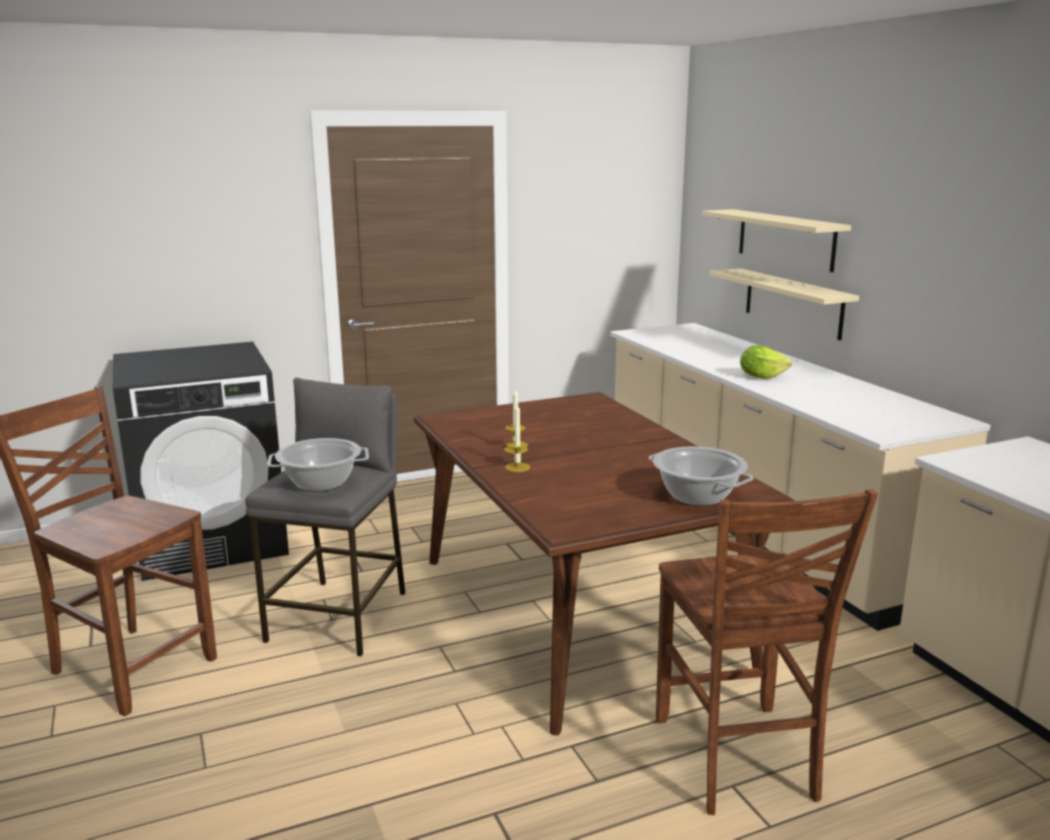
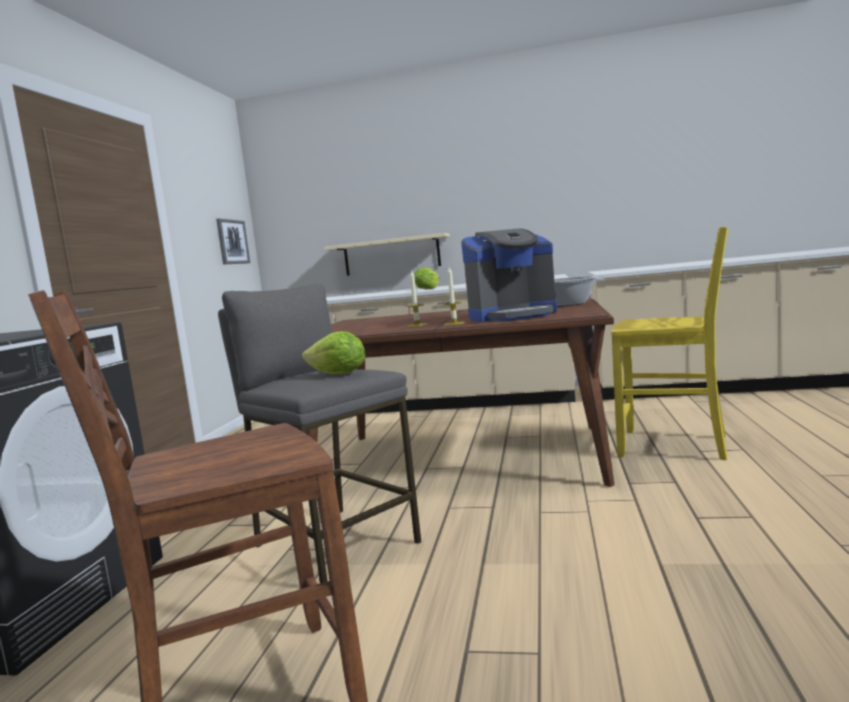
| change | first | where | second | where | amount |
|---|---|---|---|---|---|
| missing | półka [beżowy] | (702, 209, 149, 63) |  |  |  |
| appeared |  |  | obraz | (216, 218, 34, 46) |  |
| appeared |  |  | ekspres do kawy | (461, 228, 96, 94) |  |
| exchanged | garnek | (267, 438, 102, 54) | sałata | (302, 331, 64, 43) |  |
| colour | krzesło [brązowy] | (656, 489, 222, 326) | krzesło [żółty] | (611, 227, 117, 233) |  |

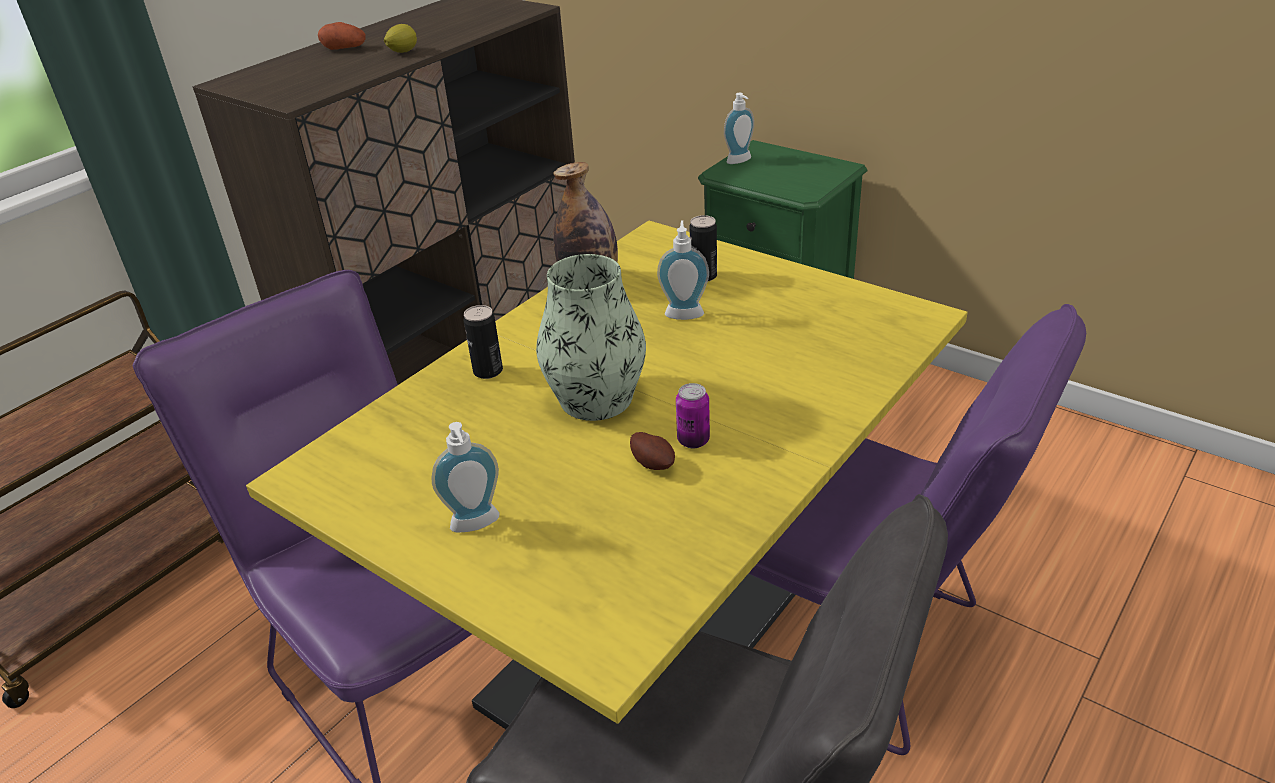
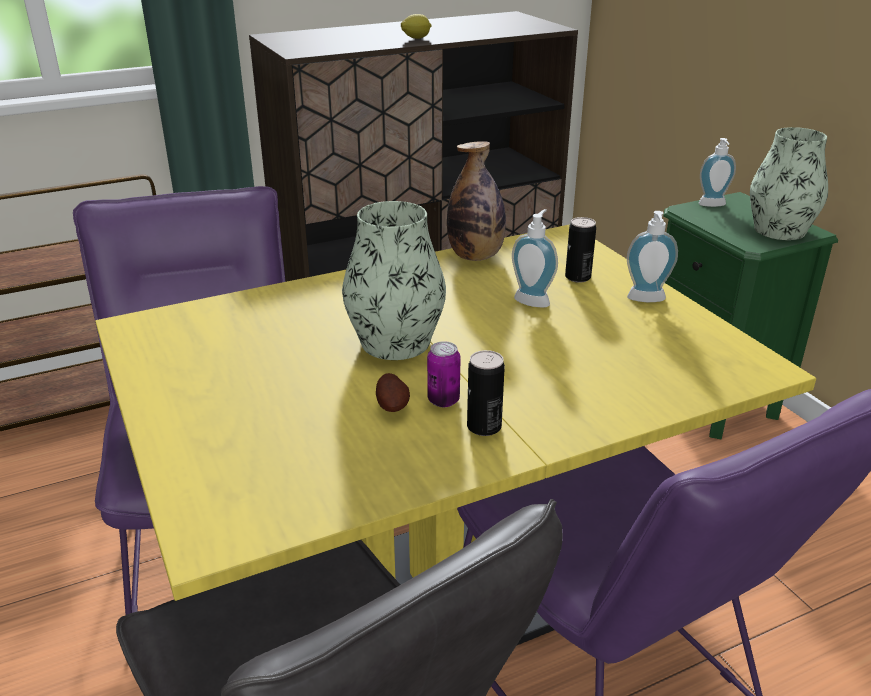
| change | first | where | second | where | amount |
|---|---|---|---|---|---|
| missing | ziemniak | (318, 22, 48, 28) |  |  |  |
| appeared |  |  | wazon | (750, 127, 78, 113) |  |
| relocated | dozownik mydła | (431, 422, 68, 111) |  | (627, 211, 51, 91) |  |
| relocated | puszka | (464, 305, 39, 74) |  | (467, 350, 38, 86) |  |

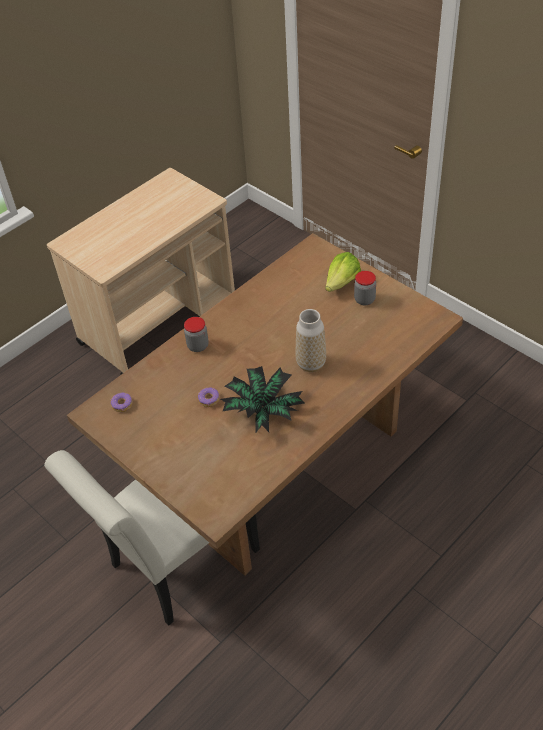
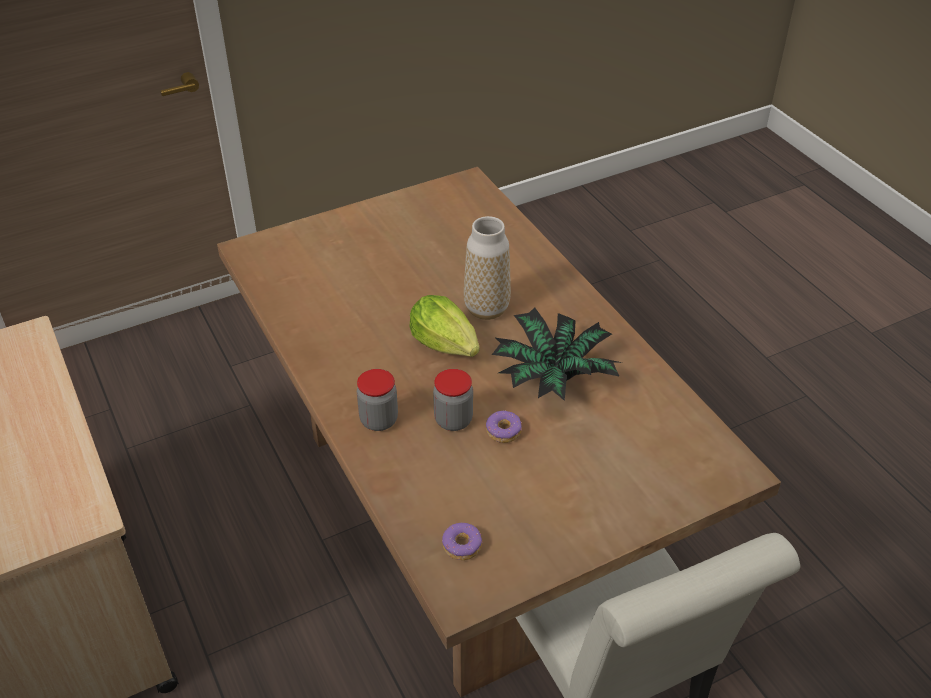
| change | first | where | second | where | amount |
|---|---|---|---|---|---|
| relocated | sałata | (325, 252, 36, 40) |  | (409, 295, 71, 62) |  |
| relocated | słoik | (354, 271, 22, 34) |  | (433, 369, 40, 62) |  |

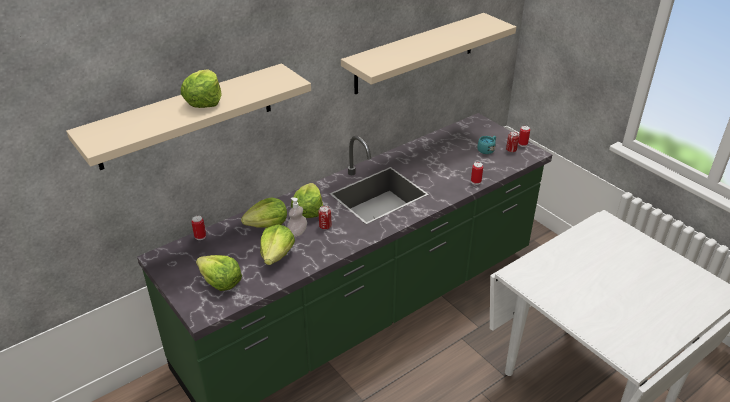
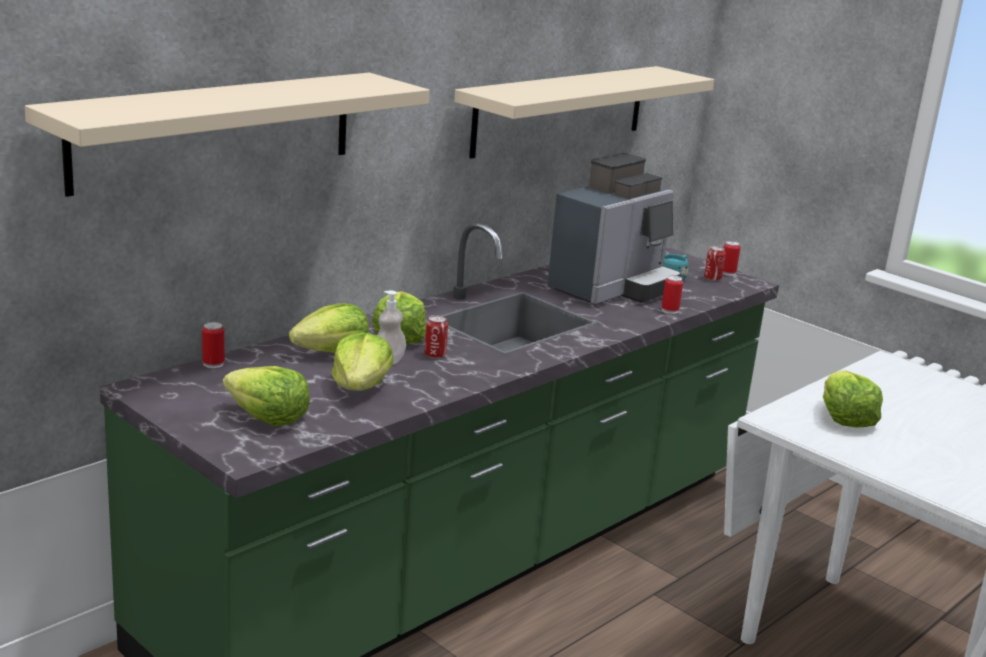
| change | first | where | second | where | amount |
|---|---|---|---|---|---|
| appeared |  |  | ekspres do kawy | (547, 153, 134, 152) |  |
| relocated | sałata | (181, 70, 41, 38) |  | (823, 370, 60, 57) |  |

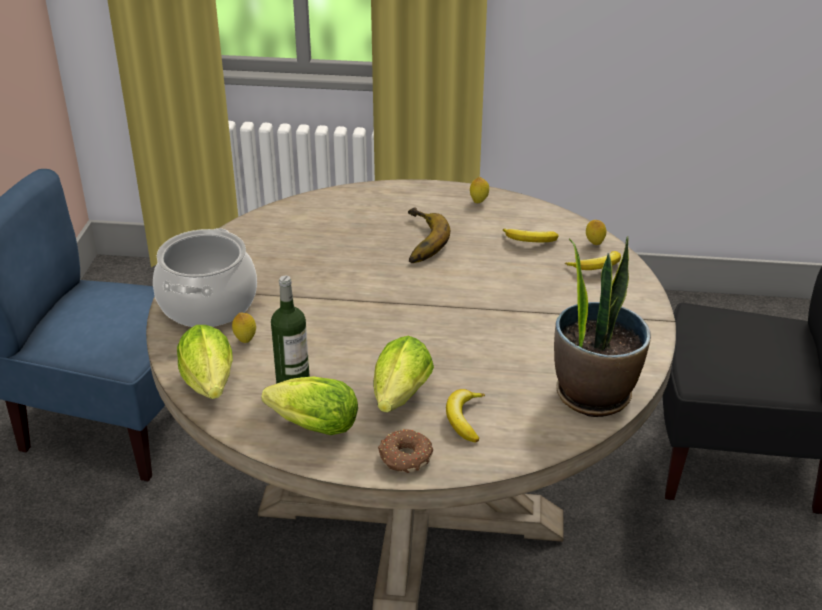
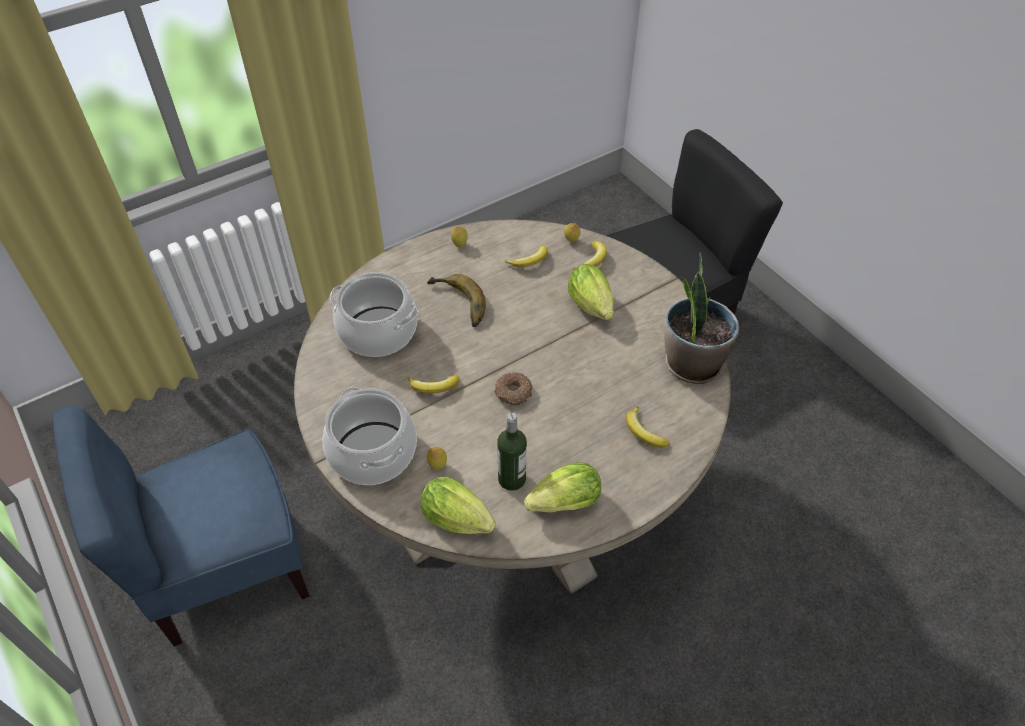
| change | first | where | second | where | amount |
|---|---|---|---|---|---|
| appeared |  |  | garnek | (330, 272, 88, 85) |  |
| appeared |  |  | banan | (407, 375, 53, 18) |  |
| relocated | sałata | (374, 336, 60, 77) |  | (568, 264, 45, 56) |  |
| relocated | donut | (378, 429, 55, 44) |  | (494, 372, 39, 33) |  |

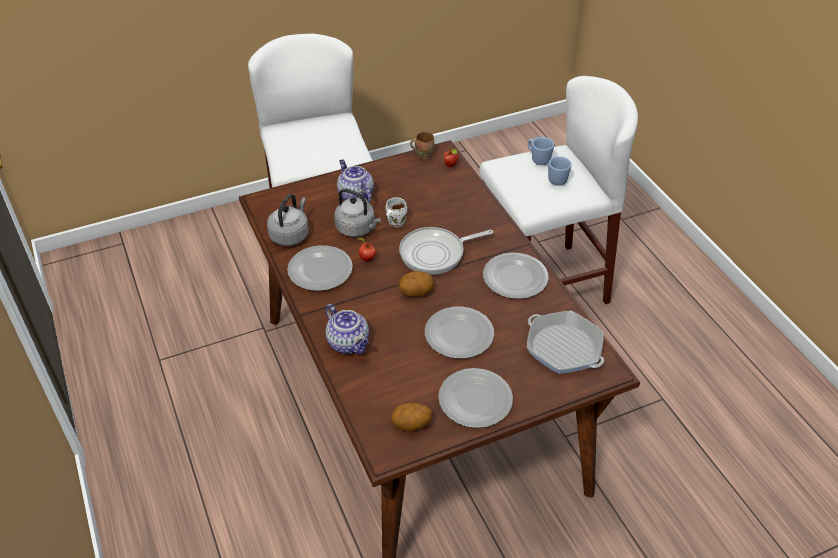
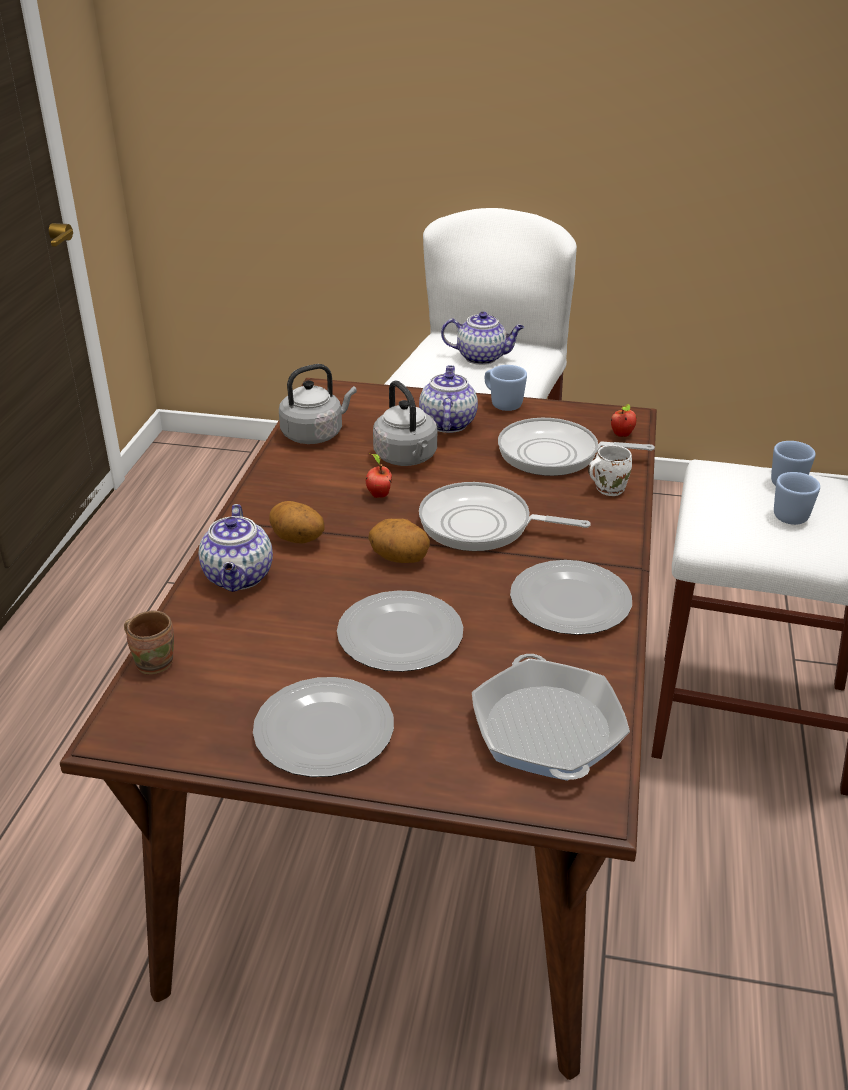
| change | first | where | second | where | amount |
|---|---|---|---|---|---|
| missing | talerz | (287, 245, 66, 46) |  |  |  |
| appeared |  |  | imbryk | (441, 312, 83, 53) |  |
| appeared |  |  | kubek [niebieski] | (485, 365, 42, 46) |  |
| appeared |  |  | patelnia | (498, 418, 157, 58) |  |
| relocated | kubek [biały] | (385, 197, 22, 30) |  | (588, 445, 44, 51) |  |
| relocated | ziemniak | (391, 403, 41, 28) |  | (269, 501, 55, 43) |  |
| relocated | kubek [brązowy] | (410, 131, 24, 29) |  | (124, 610, 50, 64) |  |

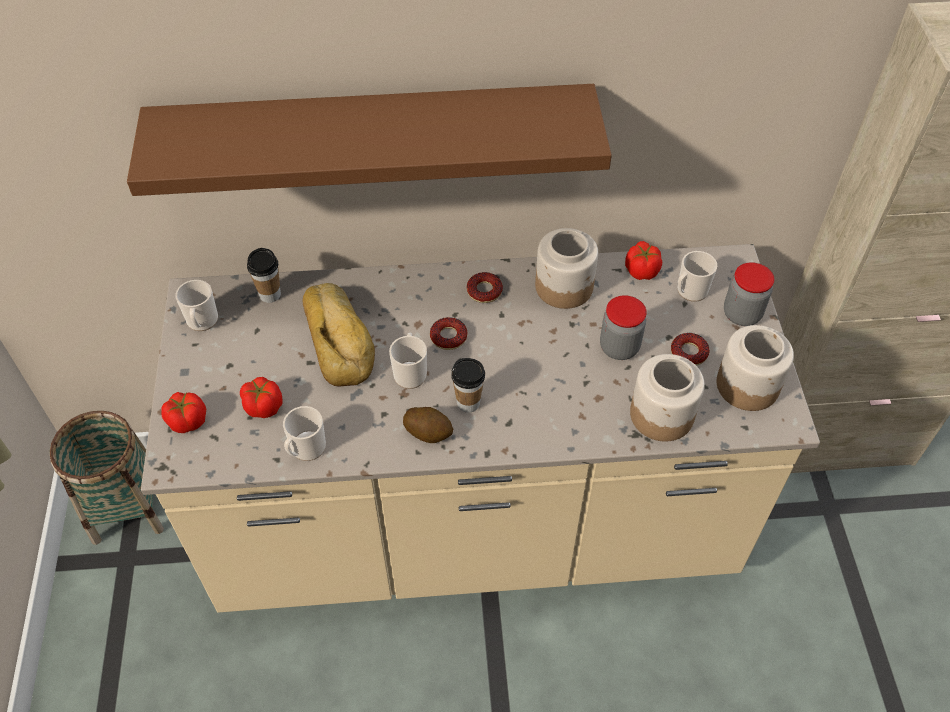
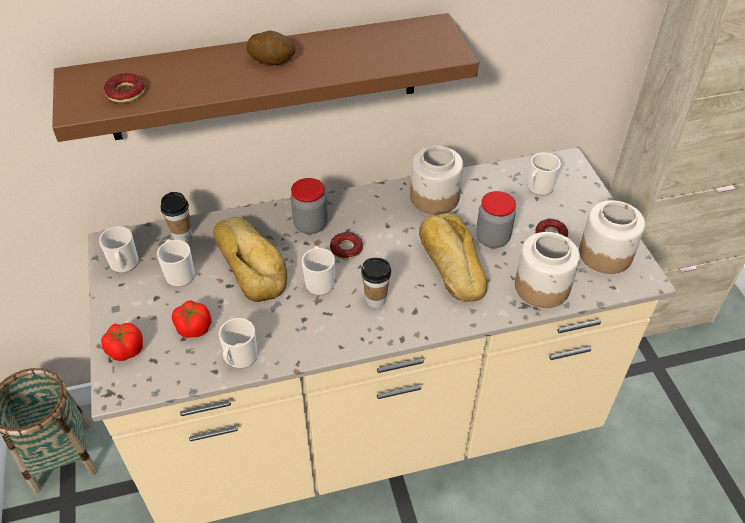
| change | first | where | second | where | amount |
|---|---|---|---|---|---|
| missing | pomidor | (625, 241, 37, 39) |  |  |  |
| appeared |  |  | kubek | (157, 239, 38, 48) |  |
| appeared |  |  | chleb | (419, 213, 68, 89) |  |
| relocated | ziemniak | (403, 407, 50, 36) |  | (247, 31, 48, 34) |  |
| relocated | donut | (467, 272, 36, 31) |  | (104, 73, 41, 30) |  |
| relocated | słoik | (724, 262, 50, 64) |  | (291, 178, 37, 56) |  |

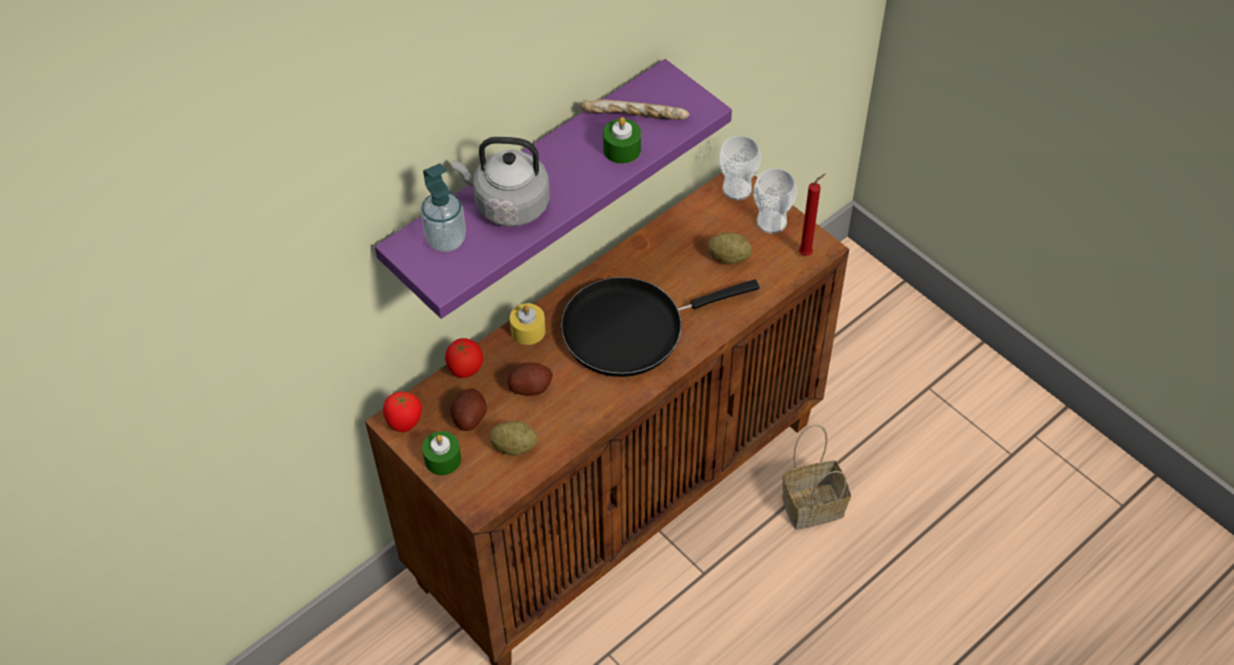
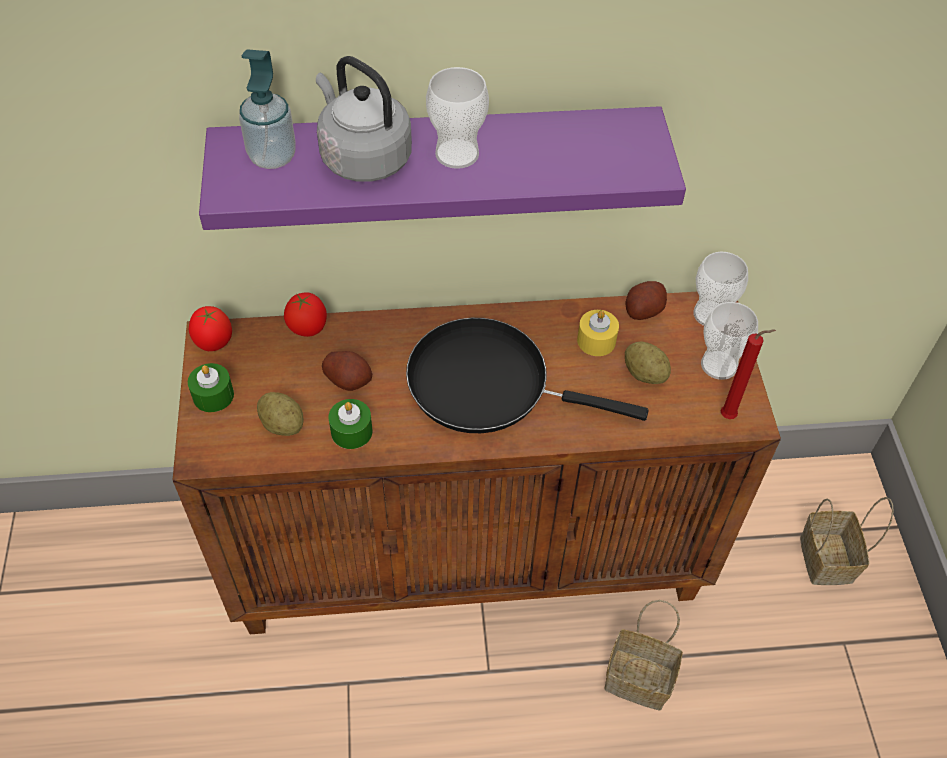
| change | first | where | second | where | amount |
|---|---|---|---|---|---|
| missing | chleb | (582, 99, 108, 21) |  |  |  |
| appeared |  |  | filiżanka | (426, 67, 63, 102) |  |
| appeared |  |  | koszyk | (800, 497, 94, 88) |  |
| relocated | ziemniak | (450, 388, 37, 43) |  | (626, 281, 41, 39) |  |
| relocated | świeca [żółty] | (510, 303, 36, 42) |  | (577, 310, 42, 46) |  |
| relocated | świeca [zielony] | (603, 117, 38, 47) |  | (328, 399, 45, 50) |  |

